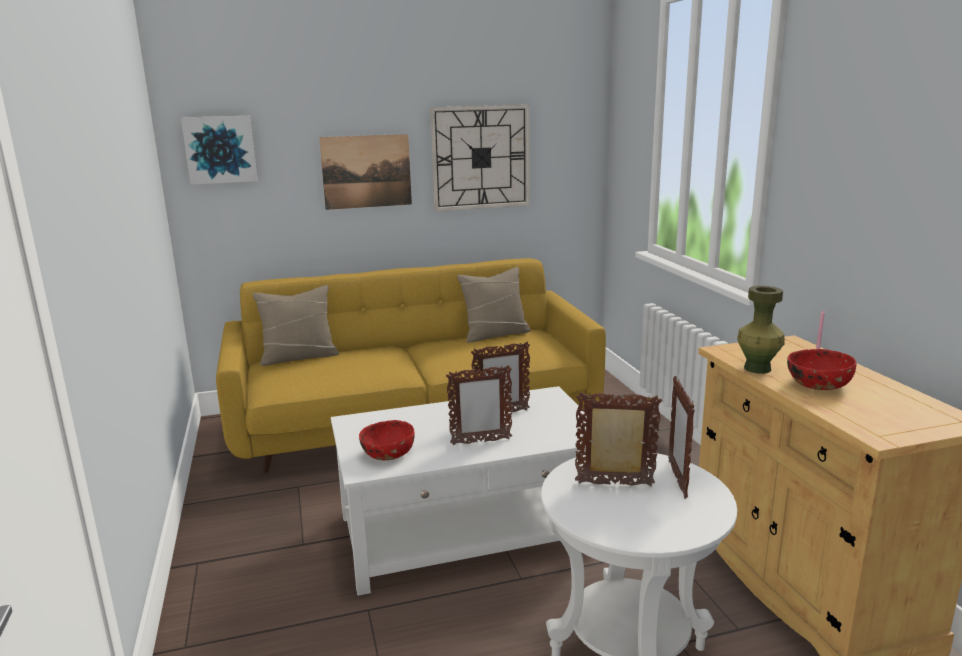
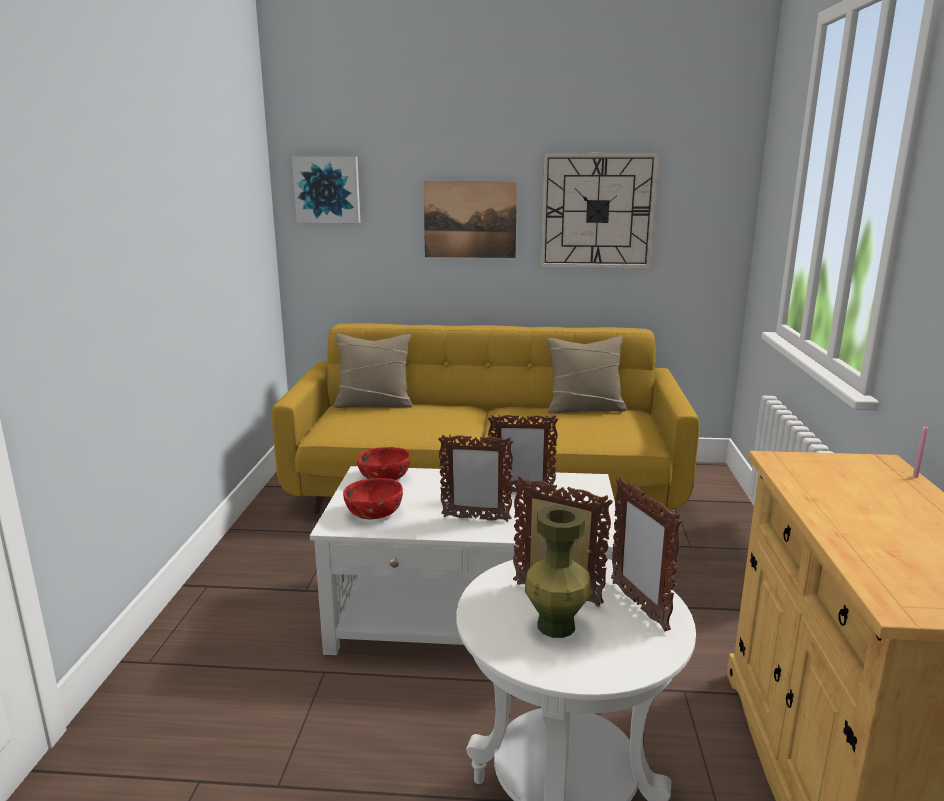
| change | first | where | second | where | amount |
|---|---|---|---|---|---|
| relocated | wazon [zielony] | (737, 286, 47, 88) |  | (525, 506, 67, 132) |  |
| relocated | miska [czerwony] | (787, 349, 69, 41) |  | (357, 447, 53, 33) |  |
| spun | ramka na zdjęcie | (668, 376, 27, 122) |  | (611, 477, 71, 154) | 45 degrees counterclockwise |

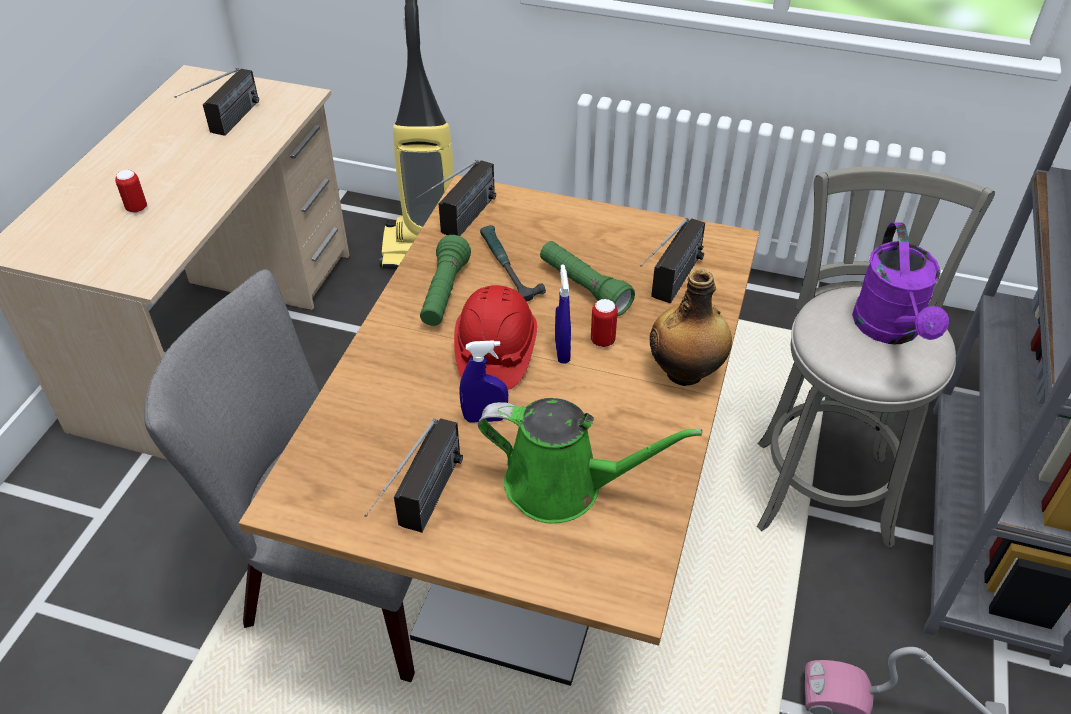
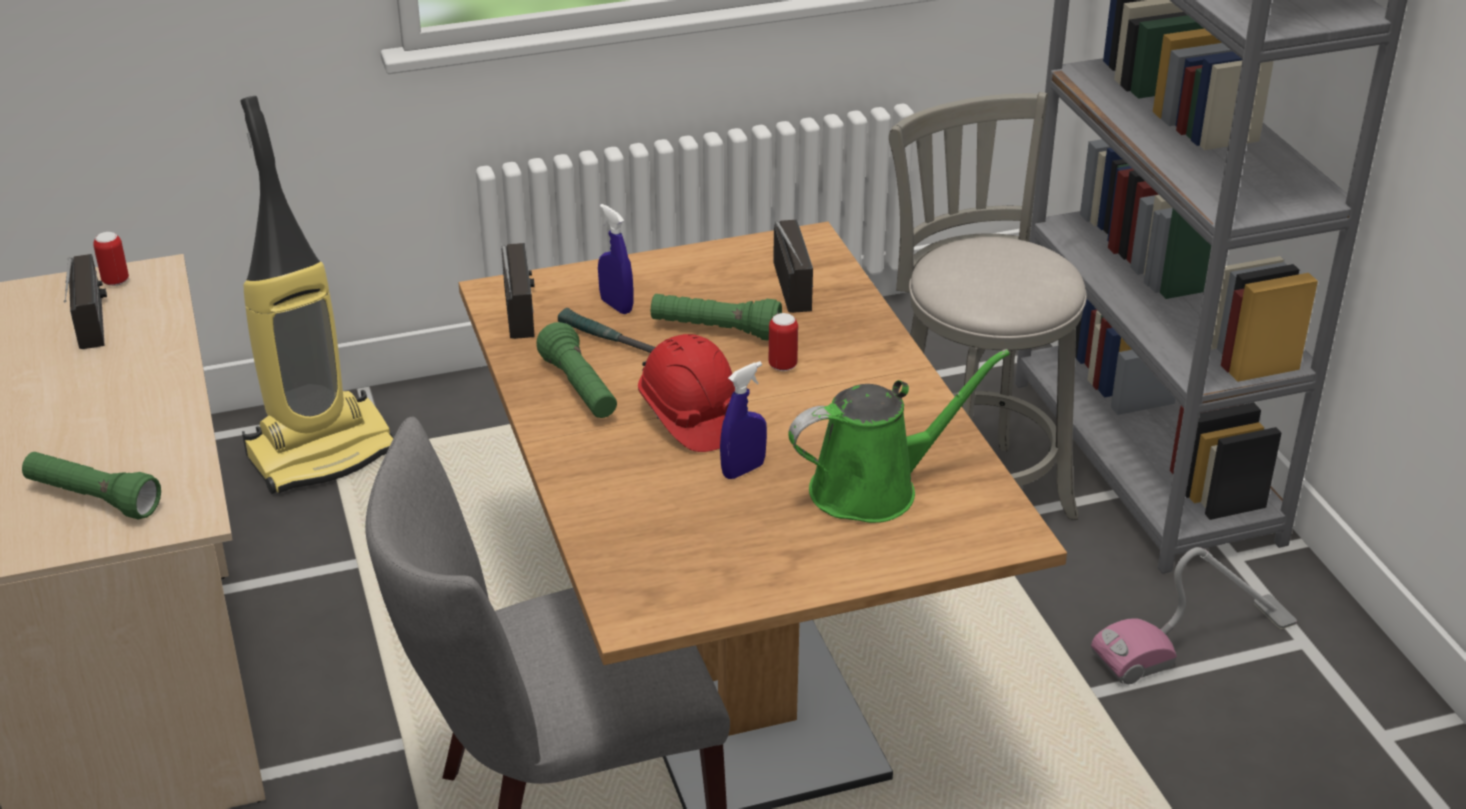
| change | first | where | second | where | amount |
|---|---|---|---|---|---|
| missing | radio | (364, 418, 99, 115) |  |  |  |
| missing | butelka | (650, 269, 82, 117) |  |  |  |
| missing | konewka [fioletowy] | (852, 223, 97, 121) |  |  |  |
| appeared |  |  | latarka [zielony] | (22, 452, 139, 68) |  |
| relocated | puszka | (115, 170, 32, 43) |  | (93, 232, 36, 54) |  |
| relocated | spryskiwacz [niebieski] | (555, 264, 16, 100) |  | (598, 204, 35, 110) |  |

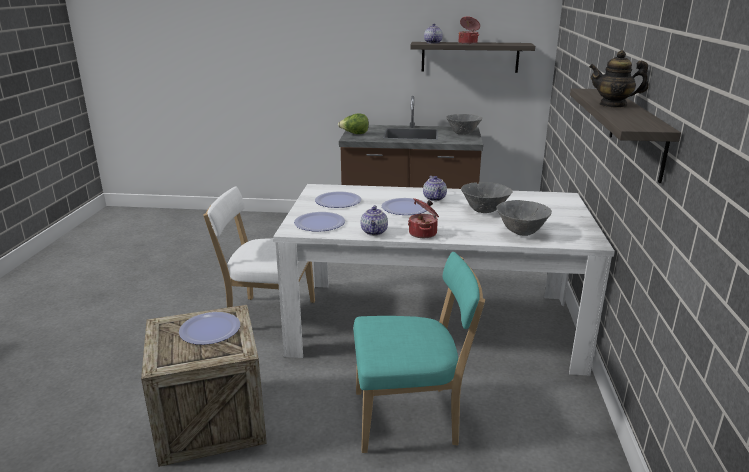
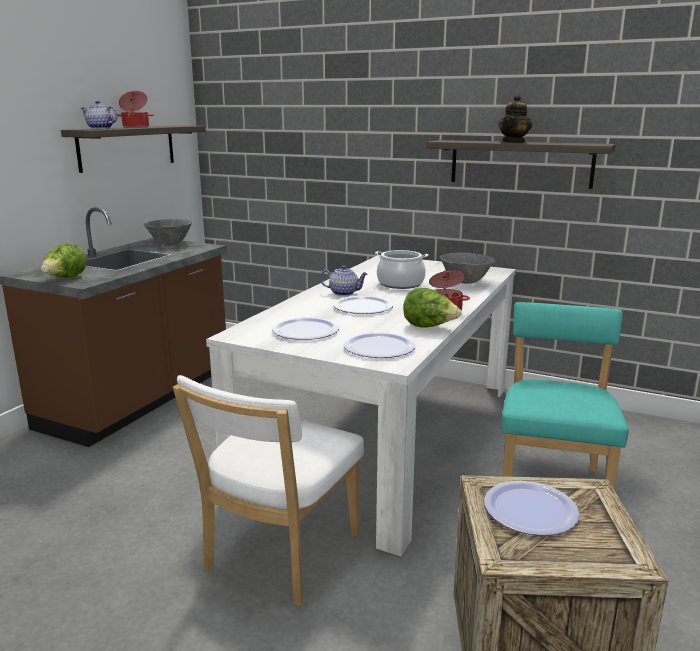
| change | first | where | second | where | amount |
|---|---|---|---|---|---|
| exchanged | imbryk | (360, 205, 28, 31) | sałata | (403, 288, 58, 40) |  |
| exchanged | miska [szary] | (461, 182, 51, 31) | garnek | (375, 250, 53, 39) |  |

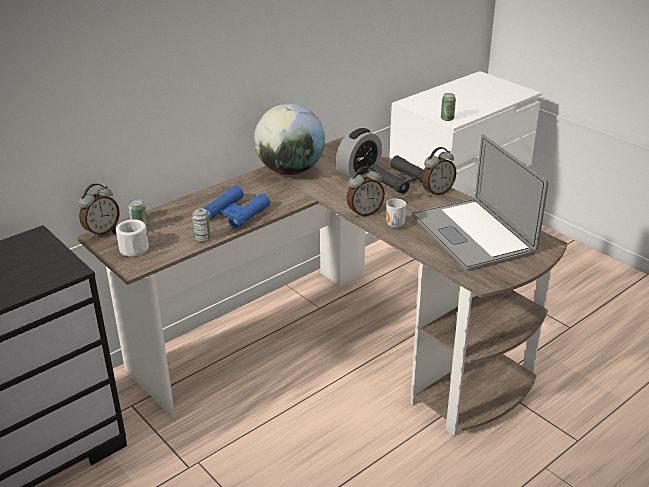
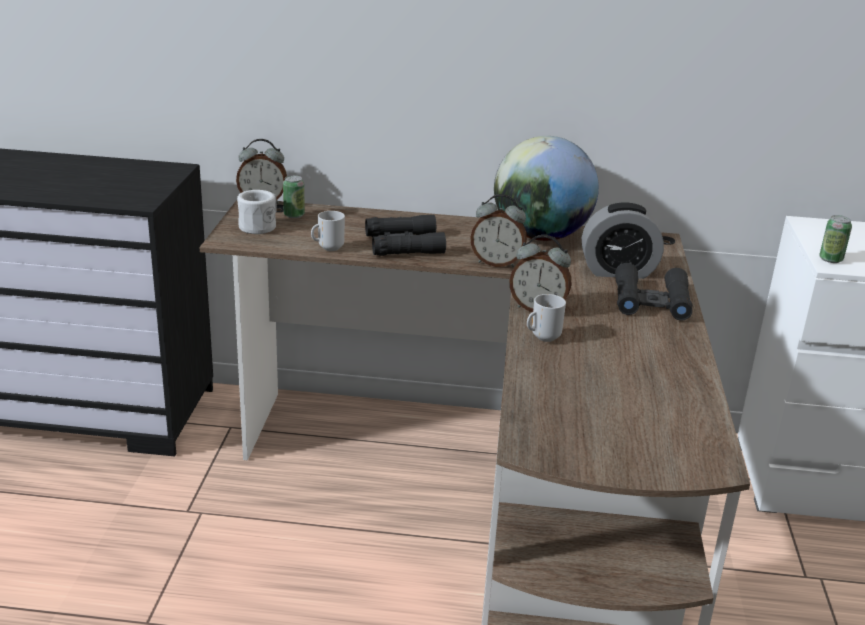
| change | first | where | second | where | amount |
|---|---|---|---|---|---|
| missing | laptop | (412, 134, 136, 137) |  |  |  |
| relocated | budzik | (422, 147, 34, 50) |  | (470, 194, 57, 73) |  |
| exchanged | puszka | (192, 208, 19, 34) | kubek | (311, 211, 34, 40) |  |
| colour | lornetka [niebieski] | (204, 186, 66, 42) | lornetka [czarny] | (365, 214, 81, 42) |  |

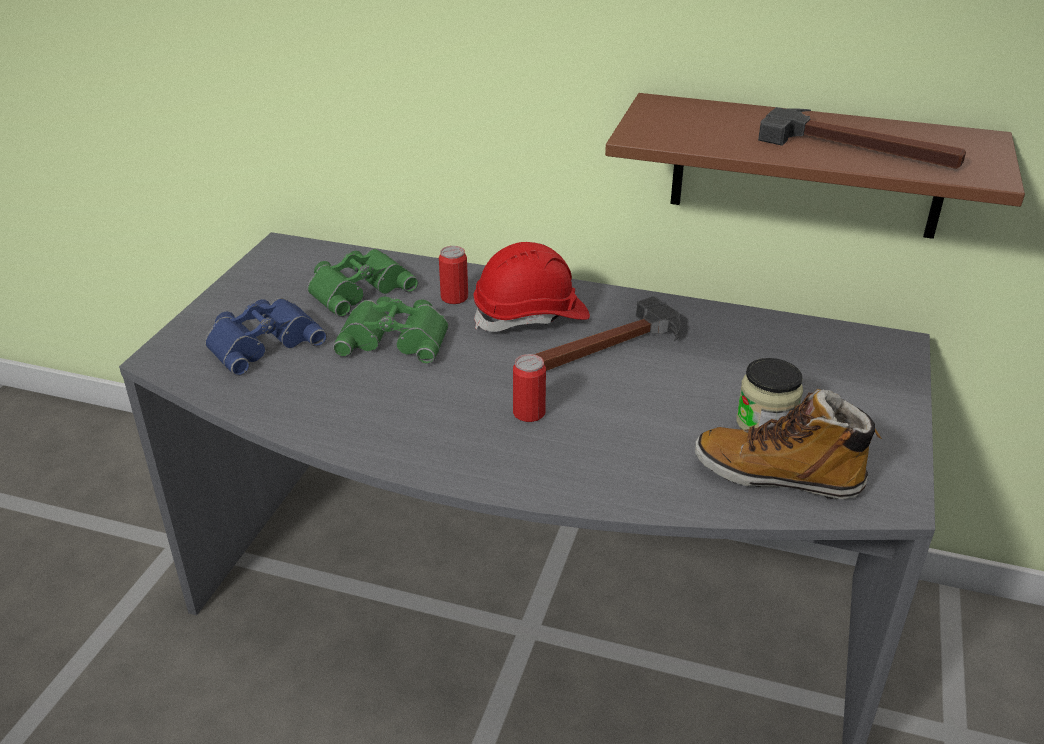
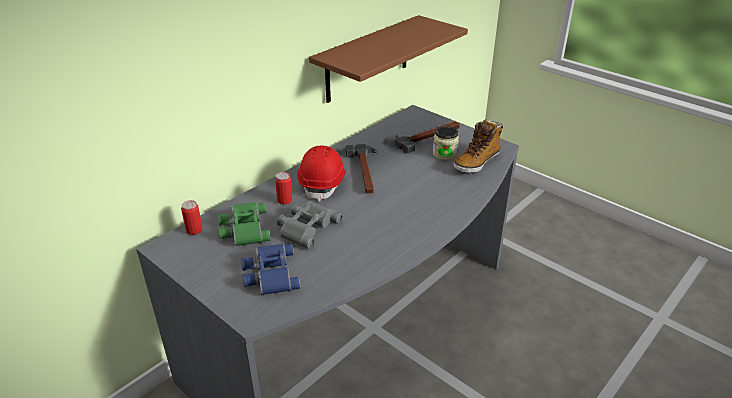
| change | first | where | second | where | amount |
|---|---|---|---|---|---|
| relocated | puszka | (513, 354, 33, 68) |  | (181, 200, 22, 35) |  |
| relocated | młotek | (758, 107, 208, 62) |  | (395, 121, 65, 33) |  |
| colour | lornetka [zielony] | (333, 296, 116, 68) | lornetka [szary] | (277, 201, 65, 48) |  |

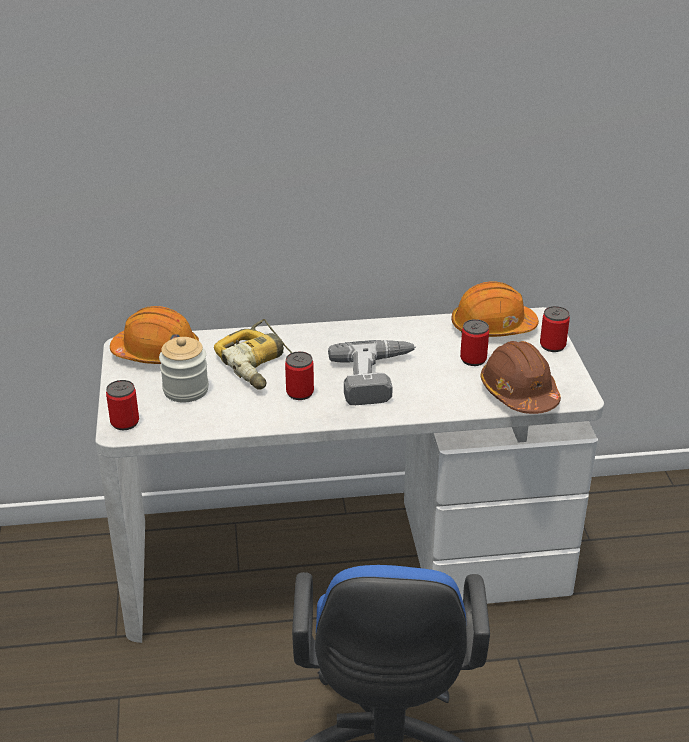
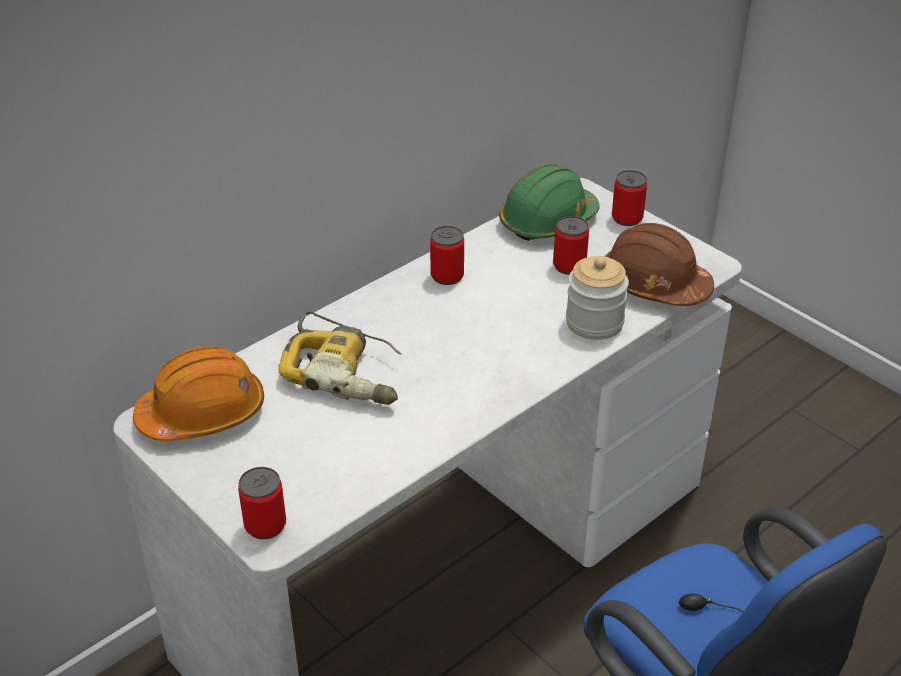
| change | first | where | second | where | amount |
|---|---|---|---|---|---|
| missing | wiertarka | (328, 340, 88, 65) |  |  |  |
| relocated | słoik | (159, 337, 50, 66) |  | (566, 256, 63, 84) |  |
| relocated | puszka | (285, 351, 29, 49) |  | (430, 226, 34, 59) |  |
| colour | kask [pomarańczowy] | (451, 281, 88, 56) | kask [zielony] | (499, 164, 101, 77) |  |

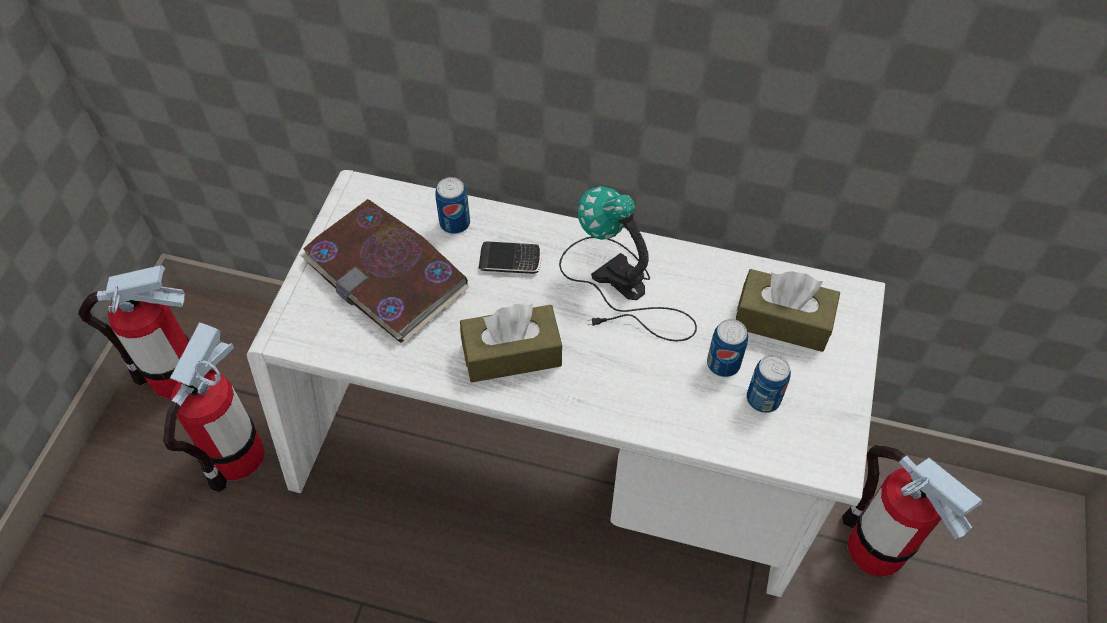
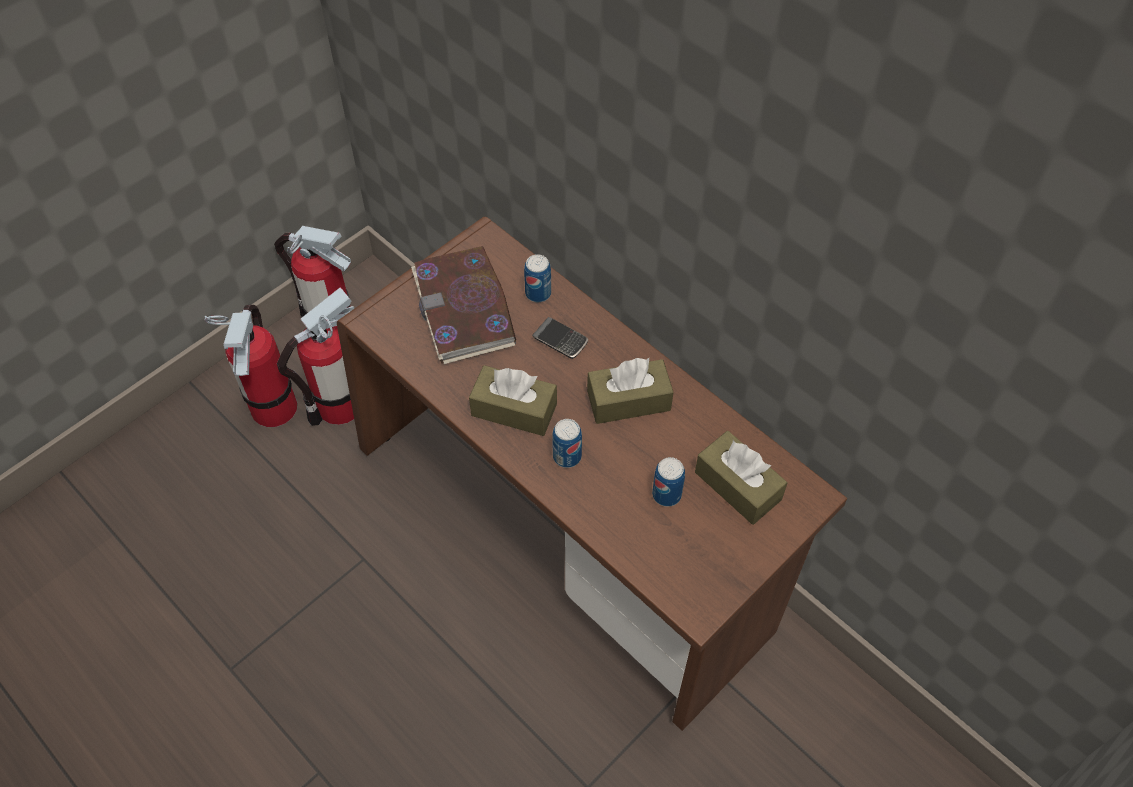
| change | first | where | second | where | amount |
|---|---|---|---|---|---|
| relocated | puszka | (747, 355, 44, 58) |  | (552, 419, 30, 49) |  |
| relocated | gaśnica | (842, 445, 141, 132) |  | (204, 305, 93, 122) |  |
| exchanged | lampa stołowa | (559, 186, 138, 156) | pudełko chusteczek [brązowy] | (587, 358, 87, 66) |  |
| colour | biurko [biały] | (247, 170, 638, 427) | biurko [brązowy] | (337, 217, 510, 514) |  |

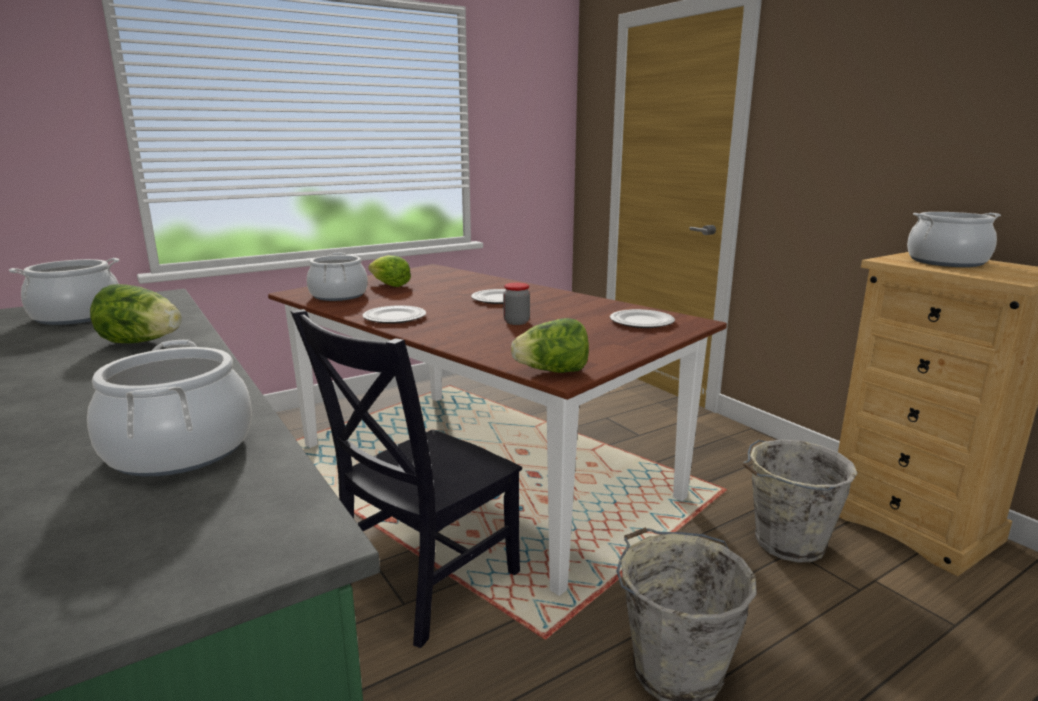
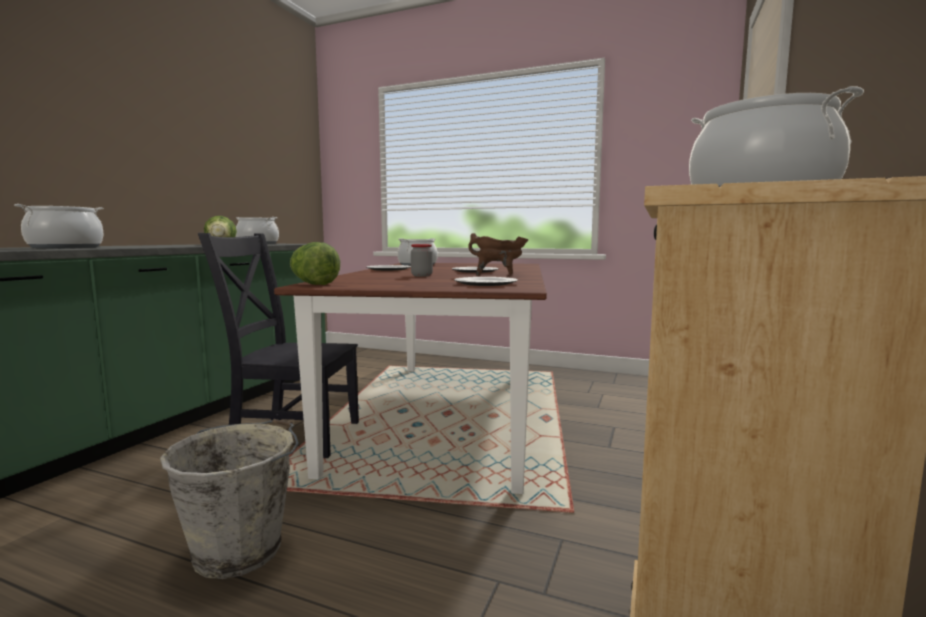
| change | first | where | second | where | amount |
|---|---|---|---|---|---|
| missing | sałata | (368, 255, 43, 32) |  |  |  |
| missing | wiadro [szary] | (743, 440, 115, 123) |  |  |  |
| appeared |  |  | garnek [brązowy] | (468, 233, 60, 43) |  |

